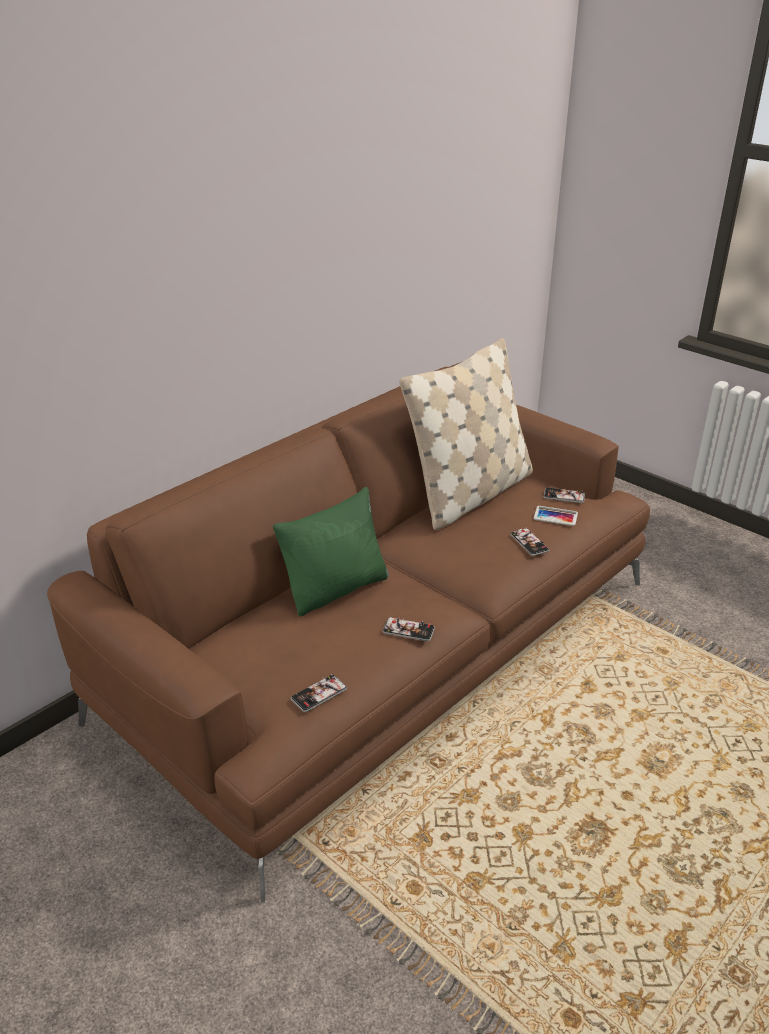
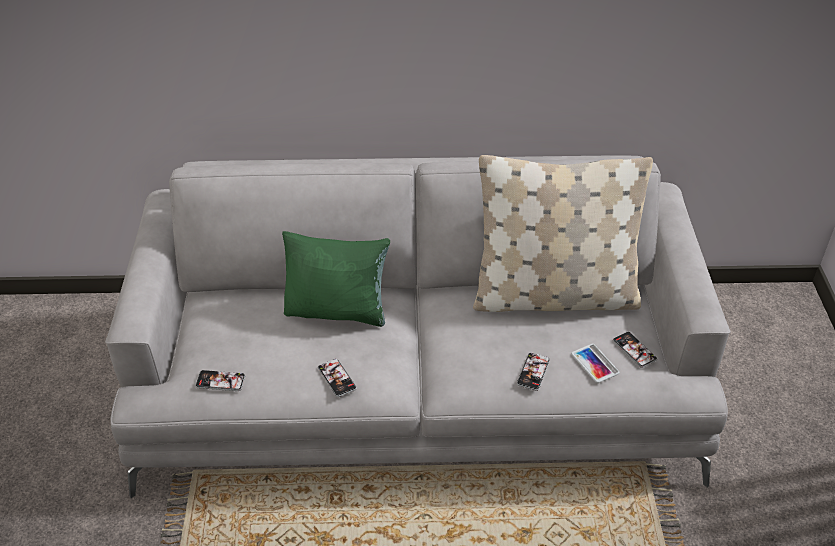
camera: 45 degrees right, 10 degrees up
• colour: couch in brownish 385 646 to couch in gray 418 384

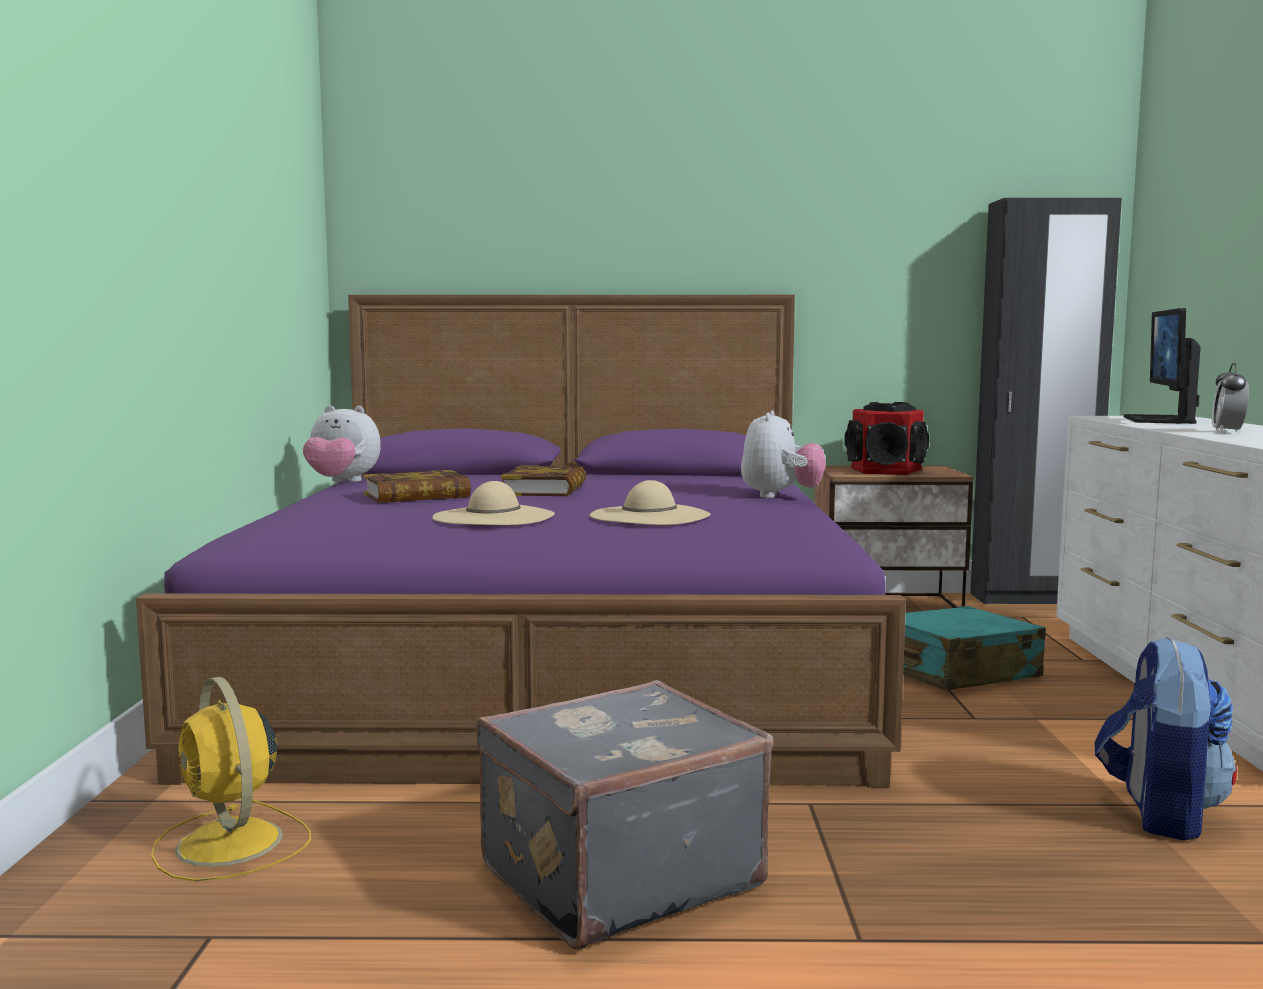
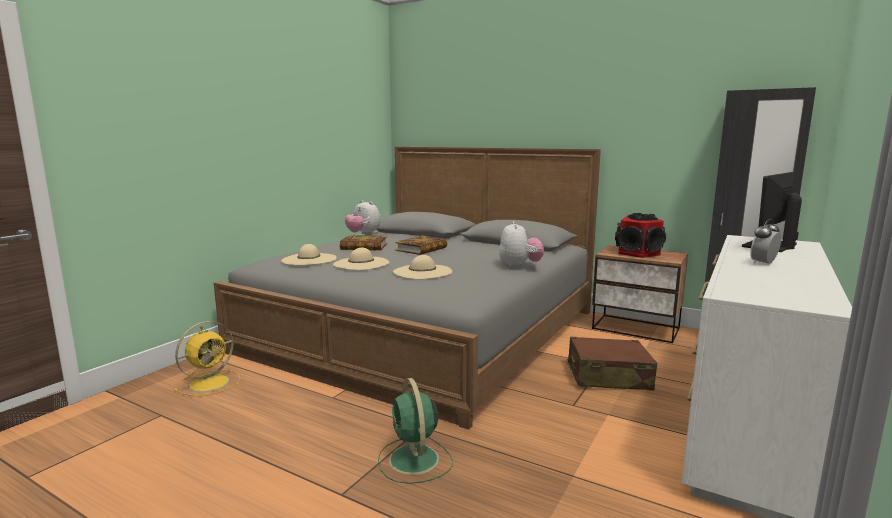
camera: 30 degrees right, 5 degrees up
• colour: bed in purple 555 663 to bed in gray 424 330
• spun: fan in yellow 231 844 = 211 382 135 degrees counterclockwise
• missing: suitcase in gray 616 874
• spun: plush toy 780 496 = 519 266 45 degrees counterclockwise
• colour: suitcase in blue-green 955 672 to suitcase in brownish 608 376
• missing: knapsack 1159 812
• appeared: hat in sand-coloured 309 259
• appeared: fan in greenish 414 461

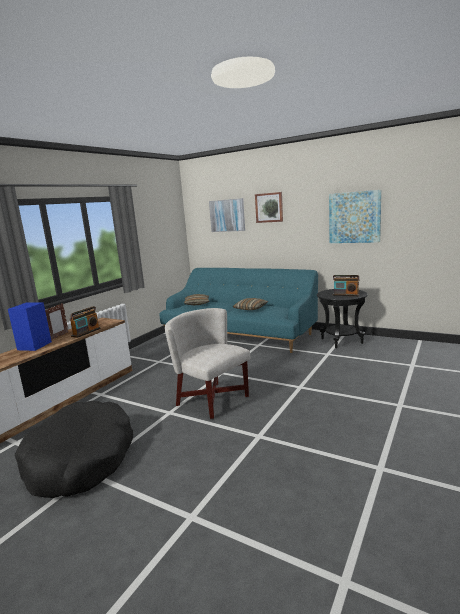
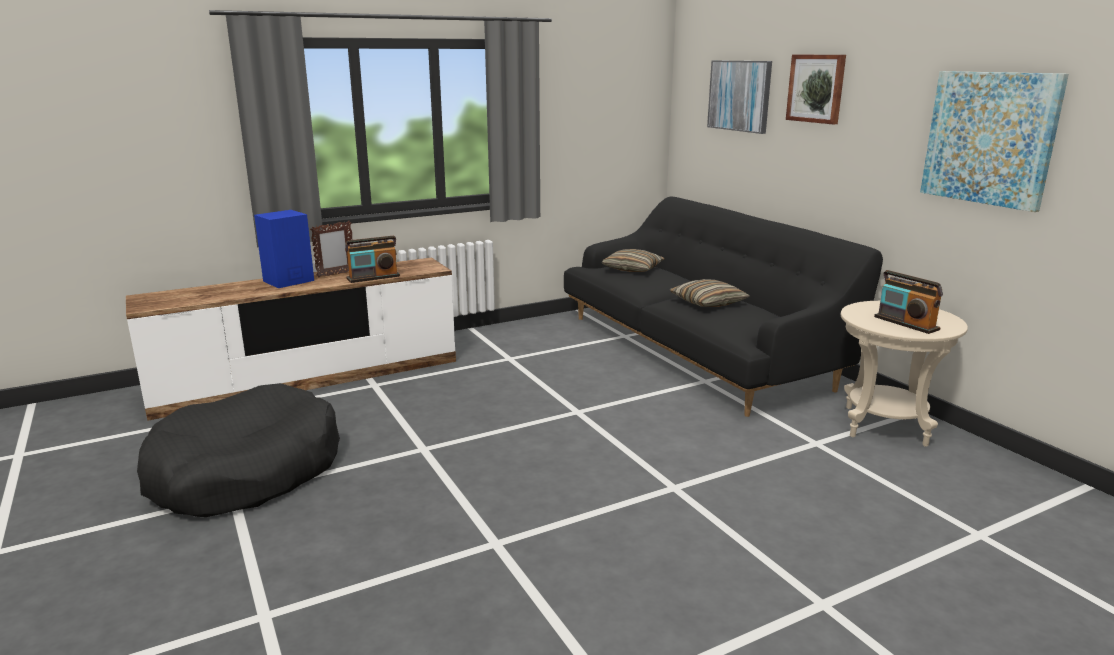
camera: 30 degrees right, 5 degrees up
• colour: couch in blue-green 239 334 to couch in black-coloured 696 350
• missing: armchair in white-coloured 212 399
• colour: accent table in black-coloured 341 341 to accent table in sand-coloured 885 426

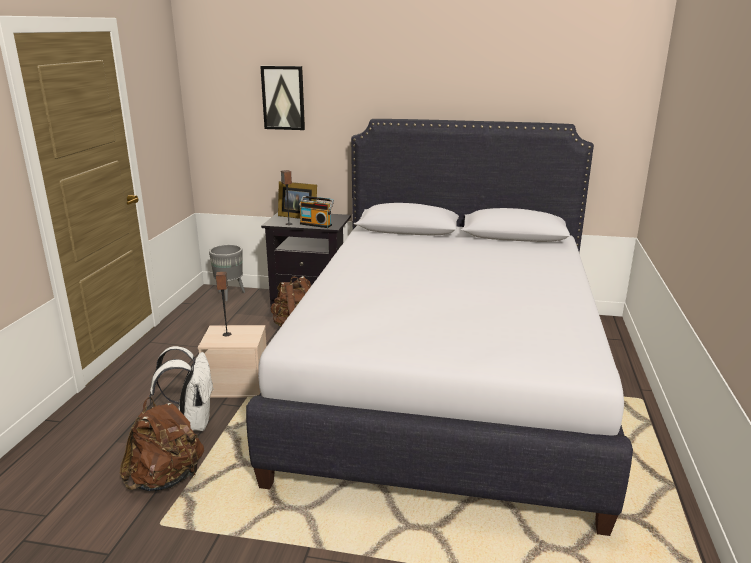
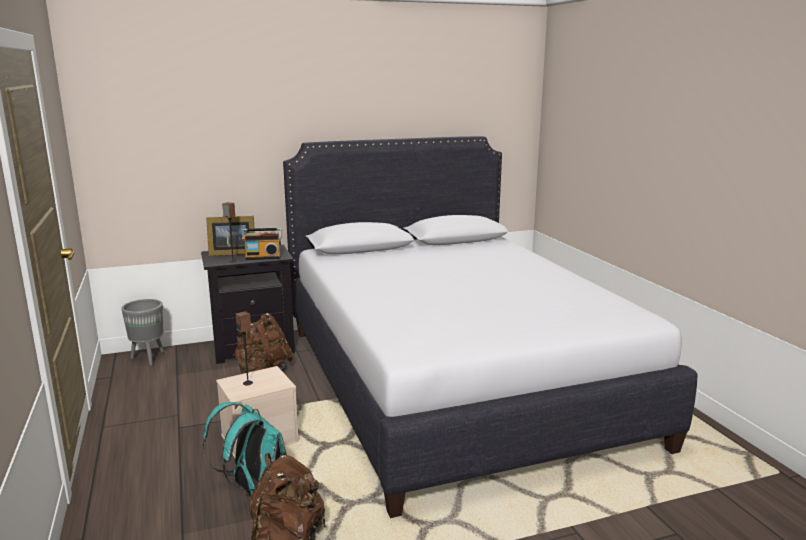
camera: 30 degrees left, 5 degrees down
• colour: knapsack in white-coloured 192 423 to knapsack in blue-green 252 488
• missing: wall art 283 98

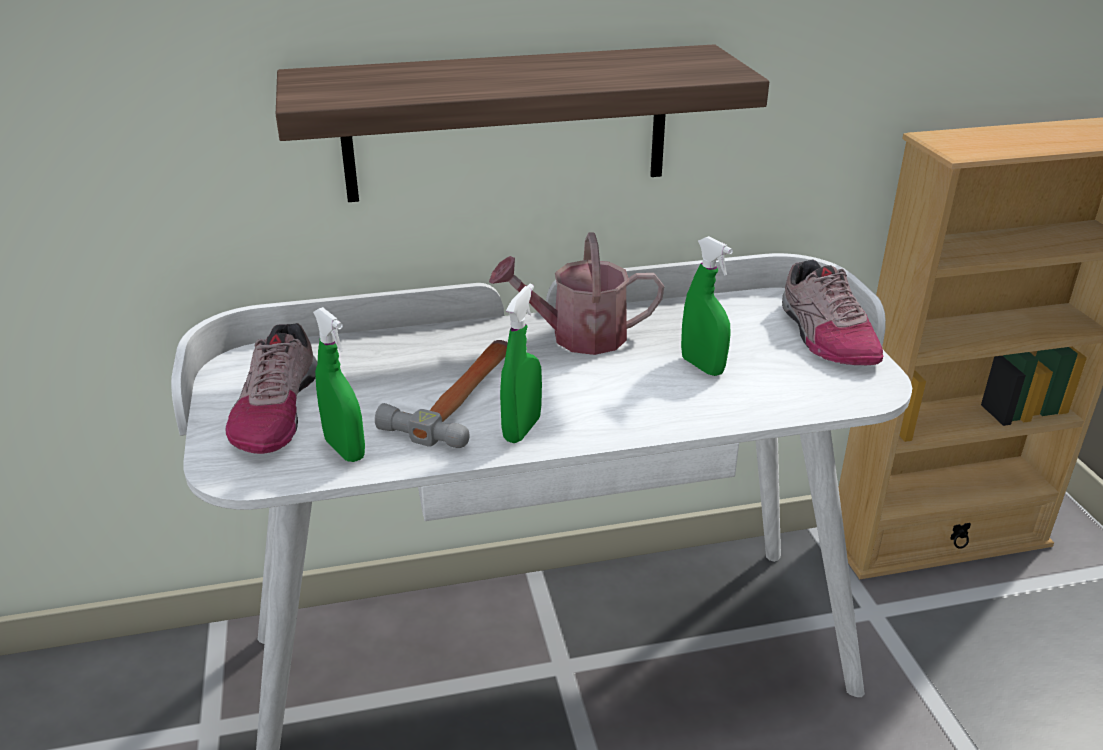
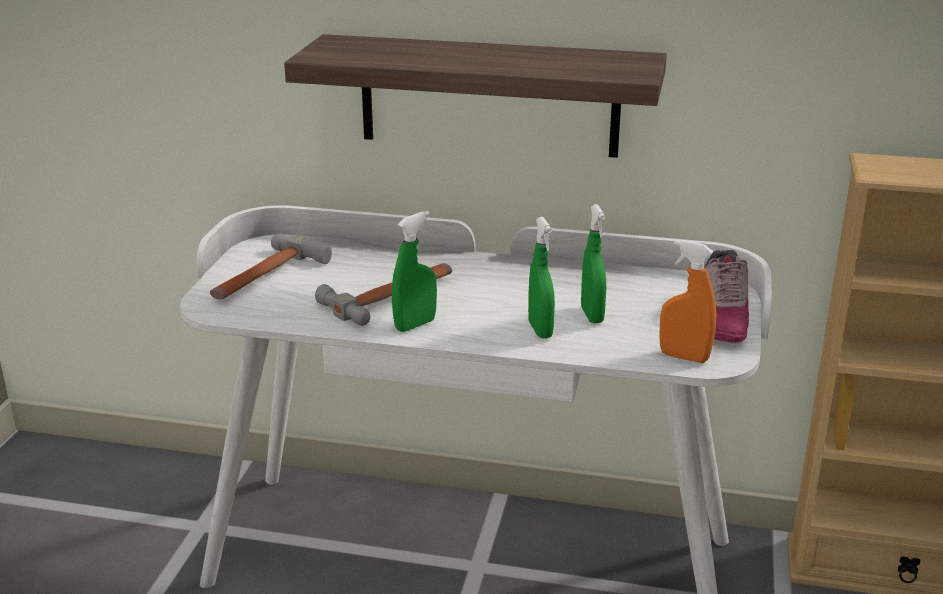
camera: 25 degrees right, 5 degrees down
• exchanged: shoe 276 410 to hammer 264 277
• relocated: sprayer in greenish 345 449 to 540 330
• missing: watering pot 577 336
• appeared: sprayer in orangey 684 357

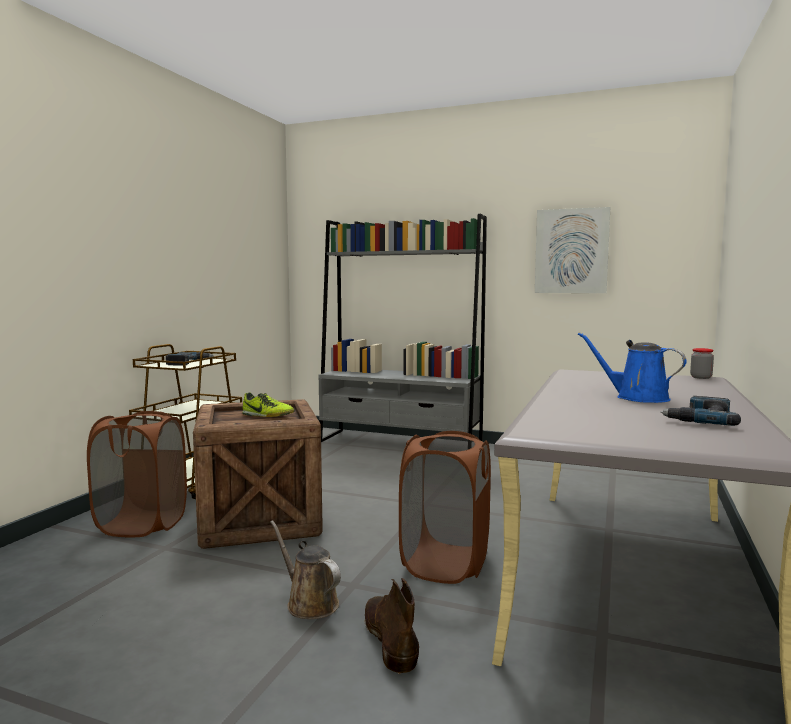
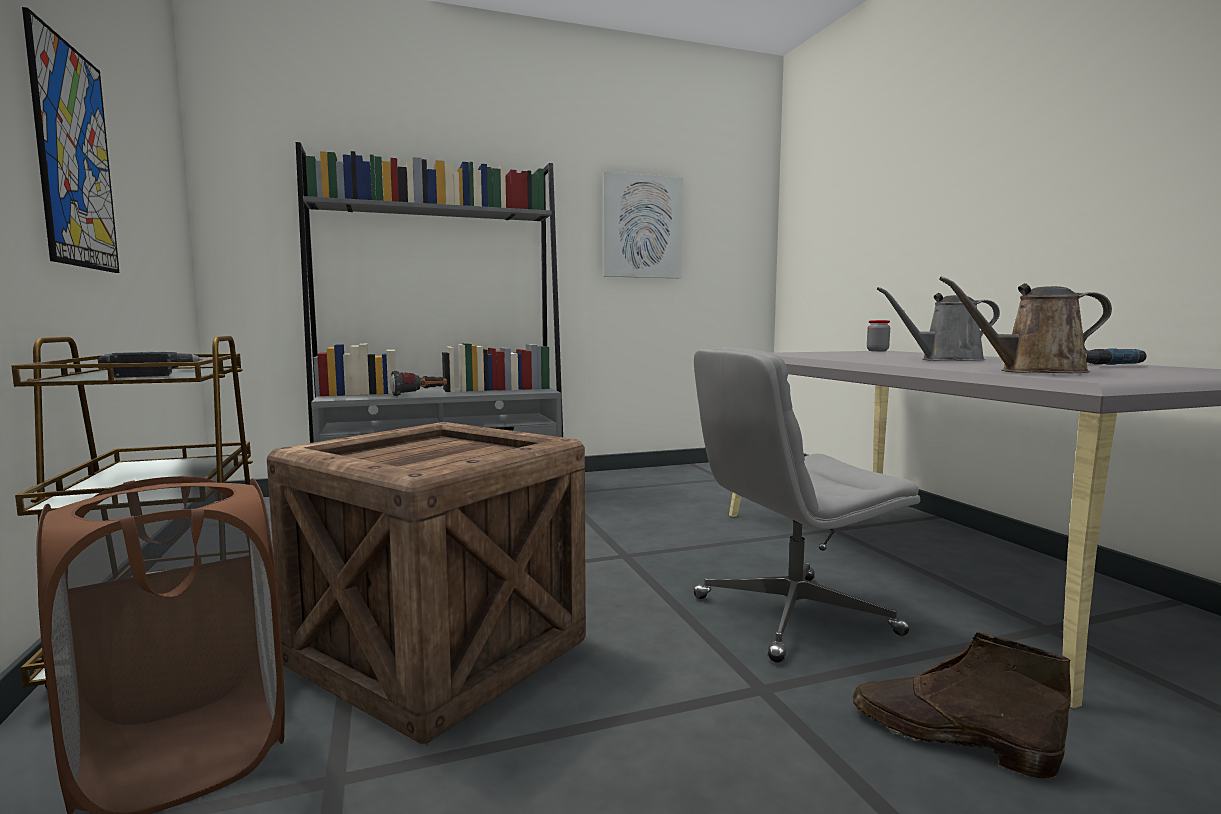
camera: 40 degrees left, 0 degrees up
• missing: shoe 267 416
• relocated: watering pot in brownish 309 603 to 1034 371
• exchanged: hamper in brownish 445 564 to desk chair in gray 792 616
• colour: watering pot in blue 636 398 to watering pot in gray 946 360
• appeared: wall art 74 157
• appeared: torch 419 395

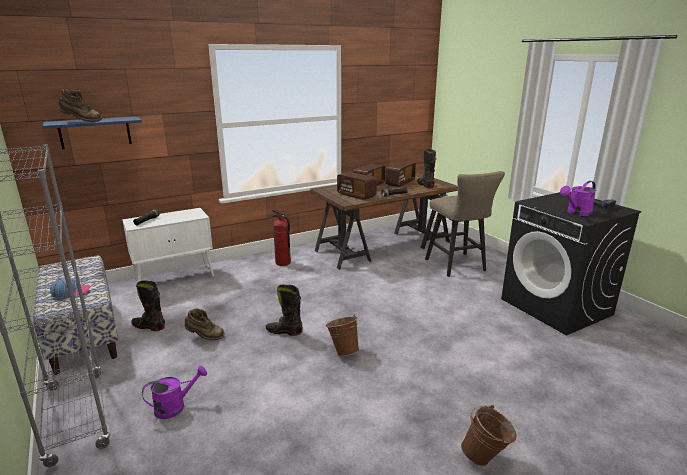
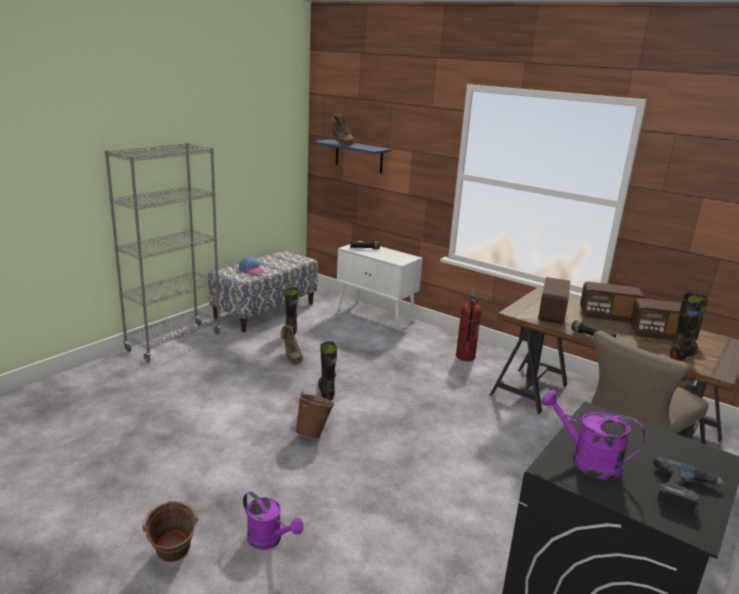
camera: 65 degrees right, 0 degrees up
• relocated: watering pot in purple 175 406 to 269 540

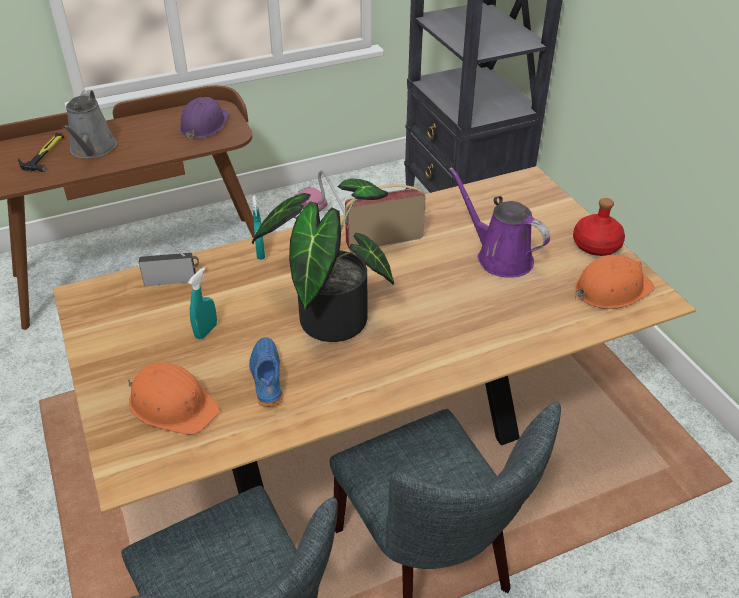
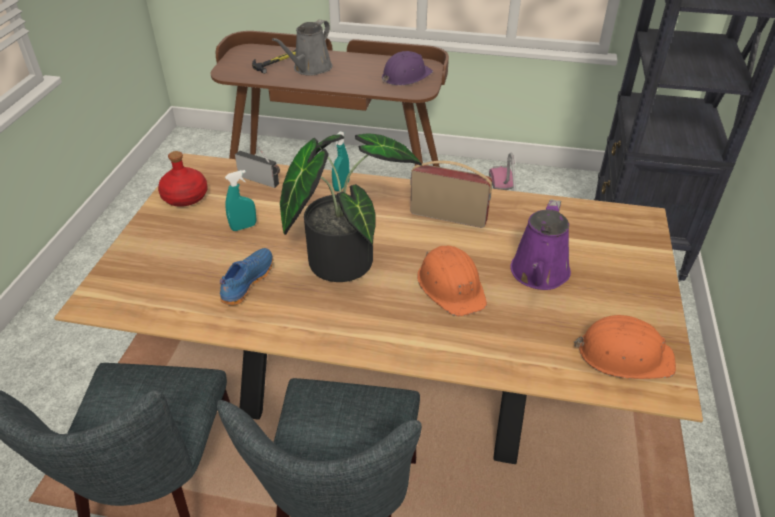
camera: 35 degrees right, 0 degrees up
• relocated: work helmet in orangey 173 404 to 451 286
• spun: watering pot in purple 499 257 = 539 274 150 degrees counterclockwise
• relocated: bottle in red 595 245 to 185 196

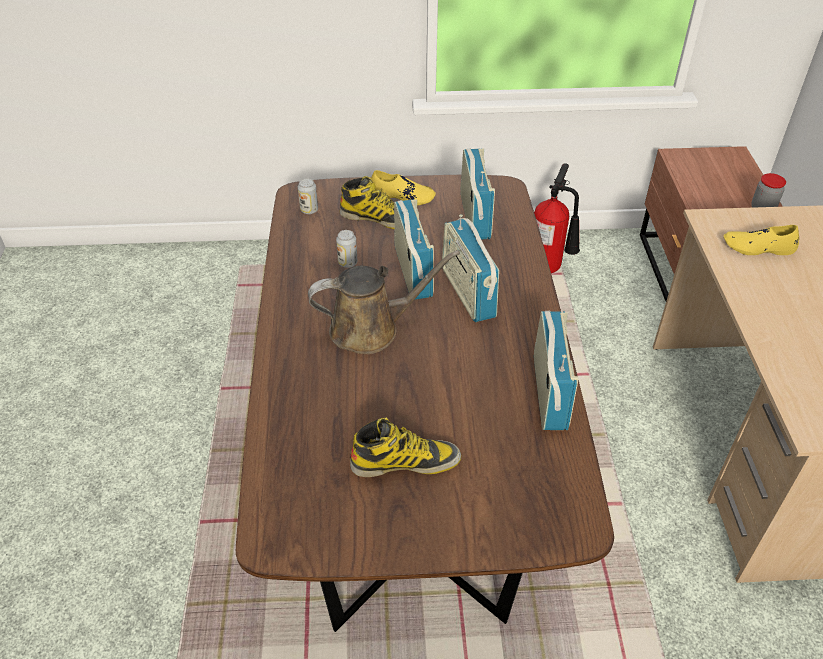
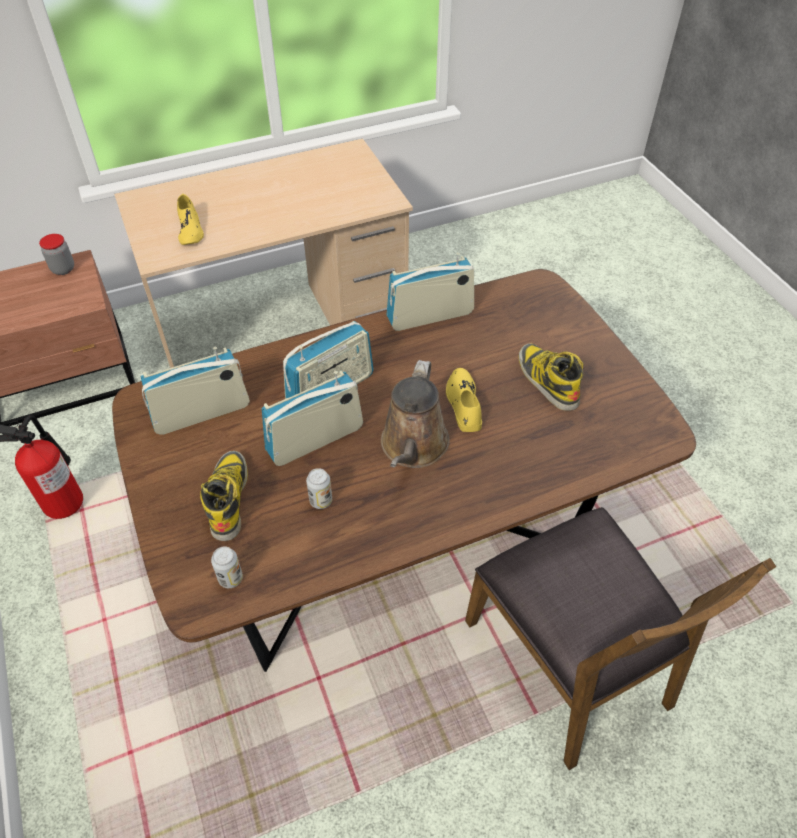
camera: 110 degrees left, 5 degrees up
• spun: watering pot in brownish 371 329 = 413 447 135 degrees counterclockwise
• relocated: shoe in yellow 402 196 to 463 404
• appeared: plain chair in brownish 570 662

